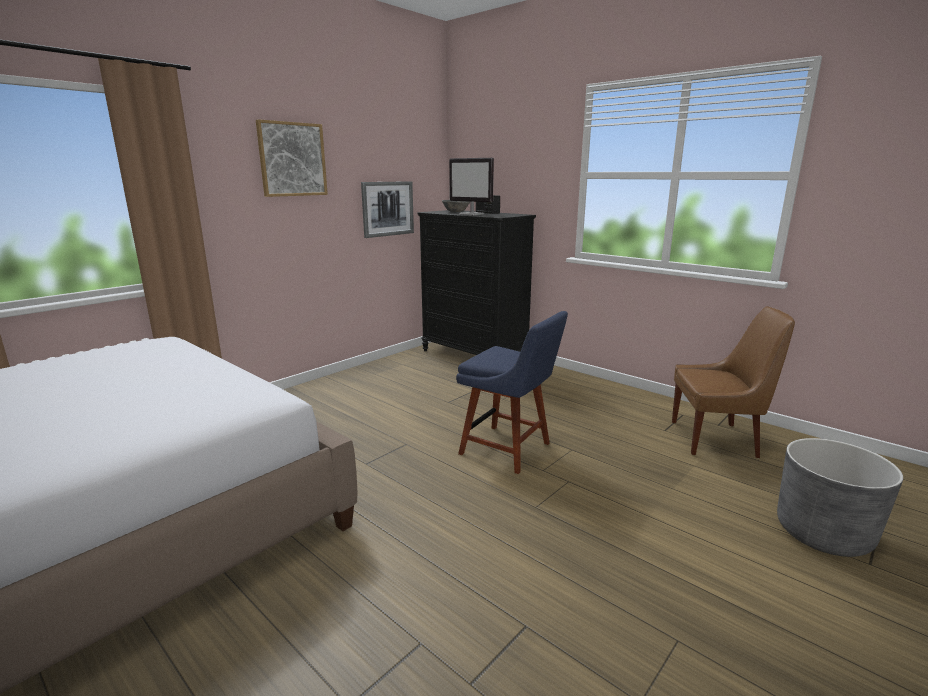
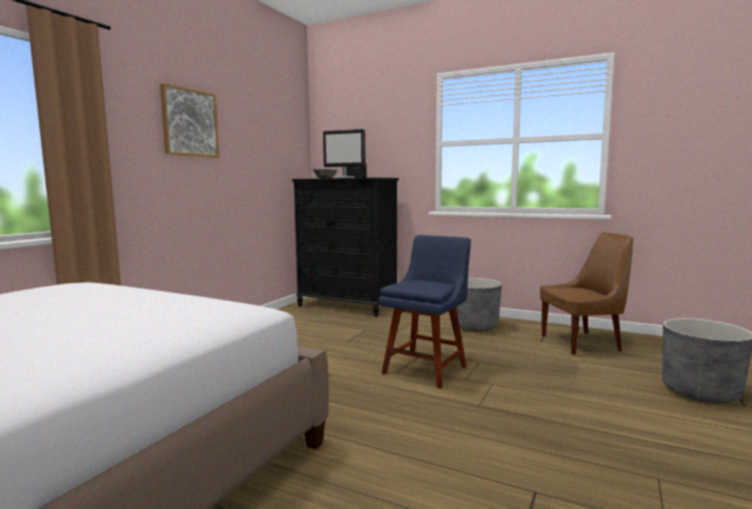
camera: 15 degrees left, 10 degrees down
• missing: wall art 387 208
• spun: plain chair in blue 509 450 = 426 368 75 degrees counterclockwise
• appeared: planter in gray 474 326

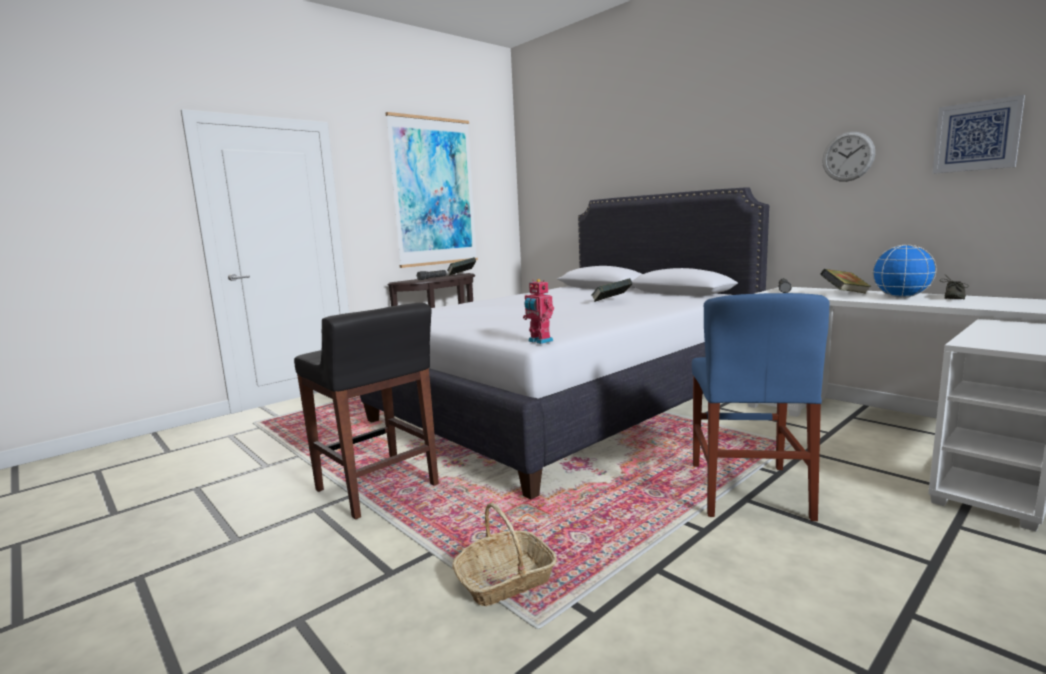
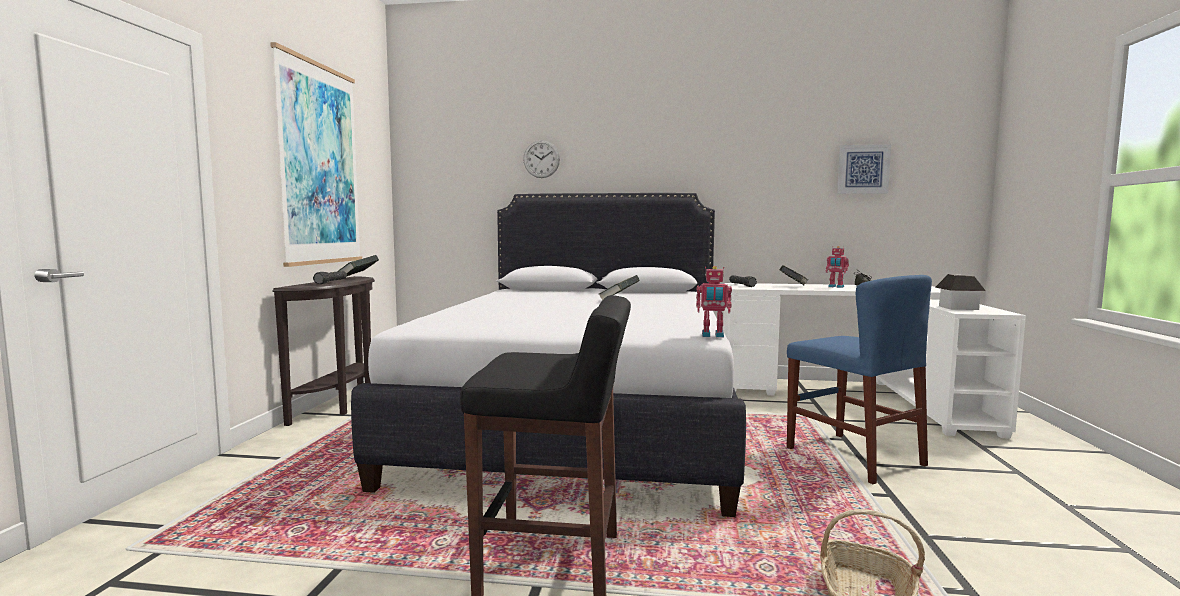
camera: 40 degrees left, 5 degrees down
• relocated: clock on the wall 848 156 to 541 159
• exchanged: desk globe 901 297 to toy robot 835 287
• appeared: miniature house 958 308

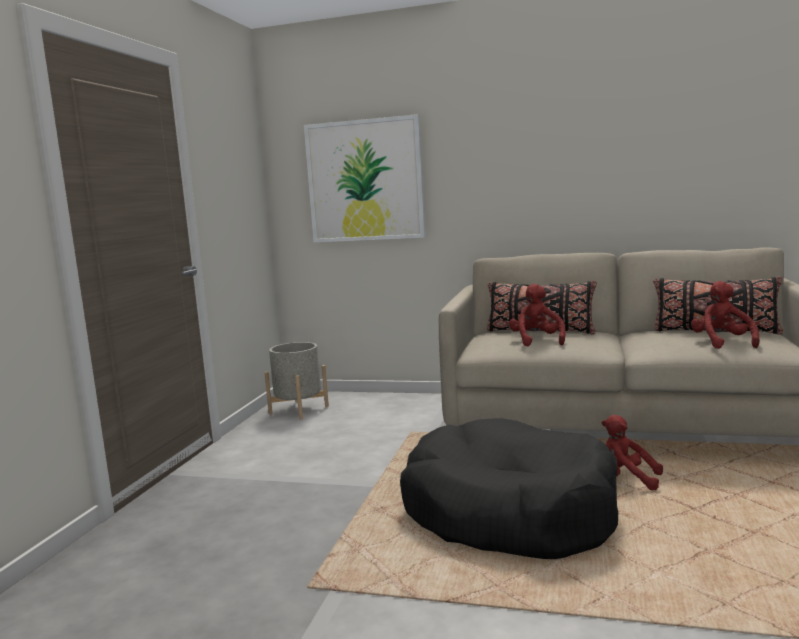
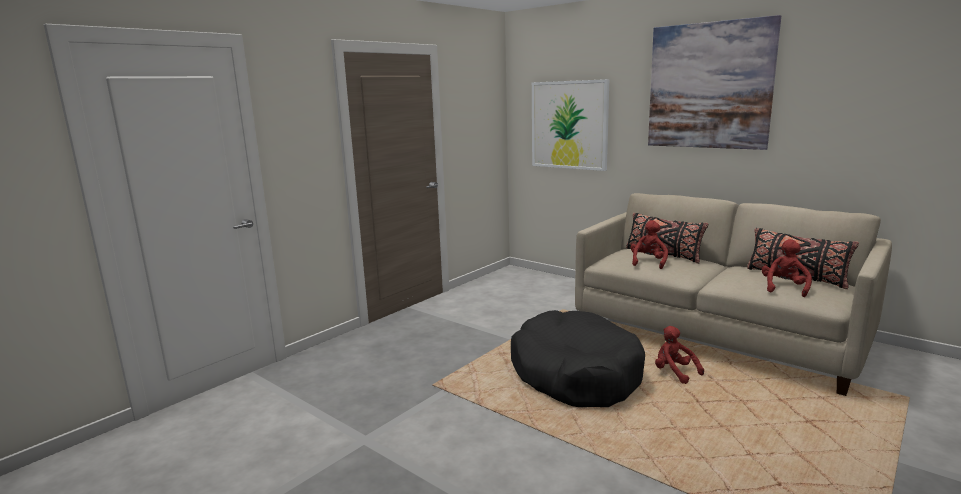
camera: 25 degrees right, 5 degrees up
• missing: planter in gray 299 410
• appeared: wall art 709 86

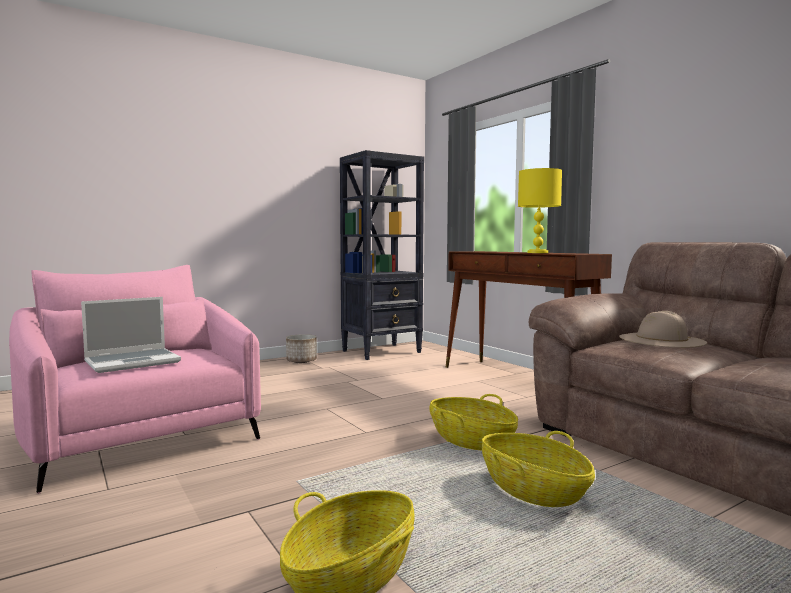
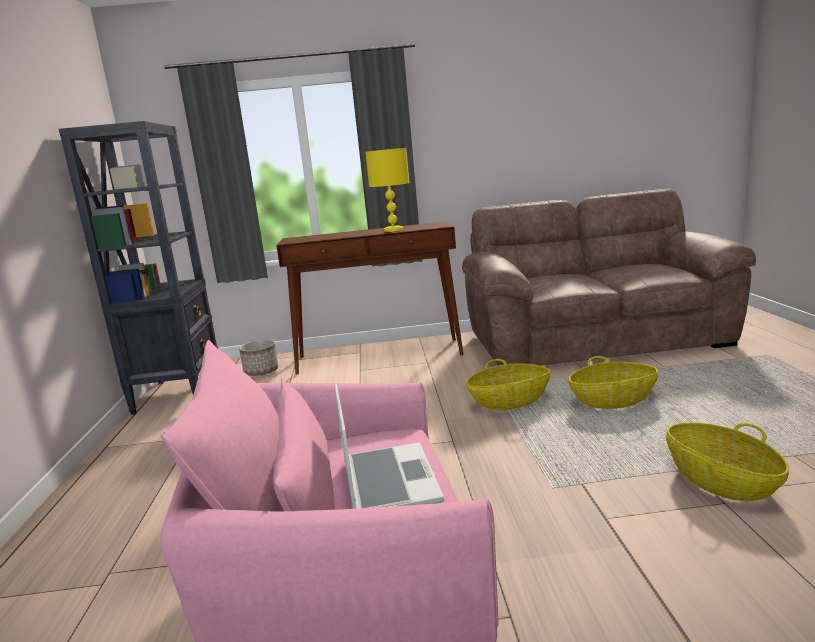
camera: 60 degrees left, 10 degrees up
• relocated: planter 301 361 to 261 371
• missing: hat in sand-coloured 661 340

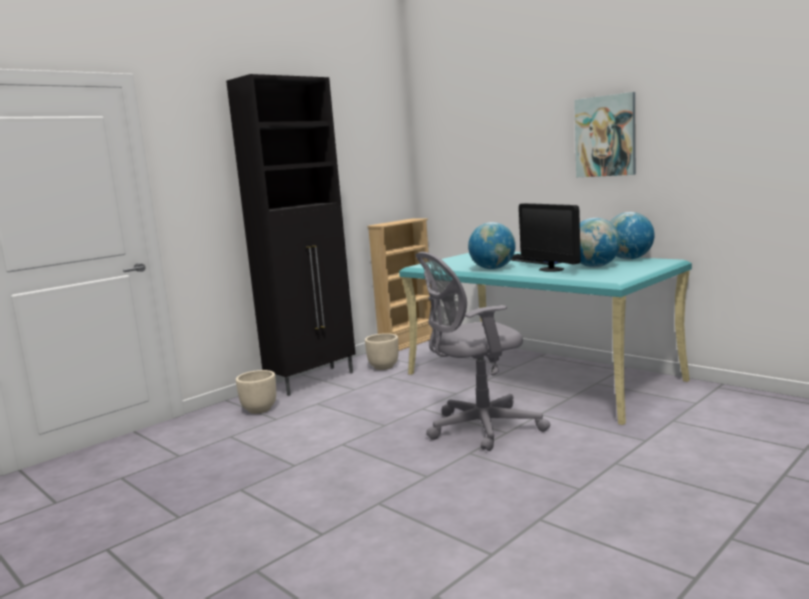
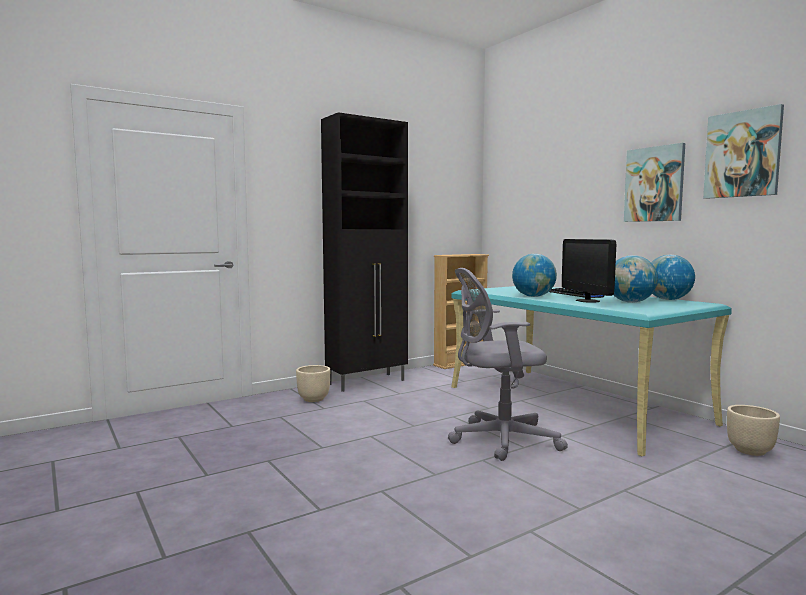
camera: 10 degrees right, 5 degrees down
• relocated: planter in sand-coloured 383 367 to 749 451
• appeared: wall art 742 154

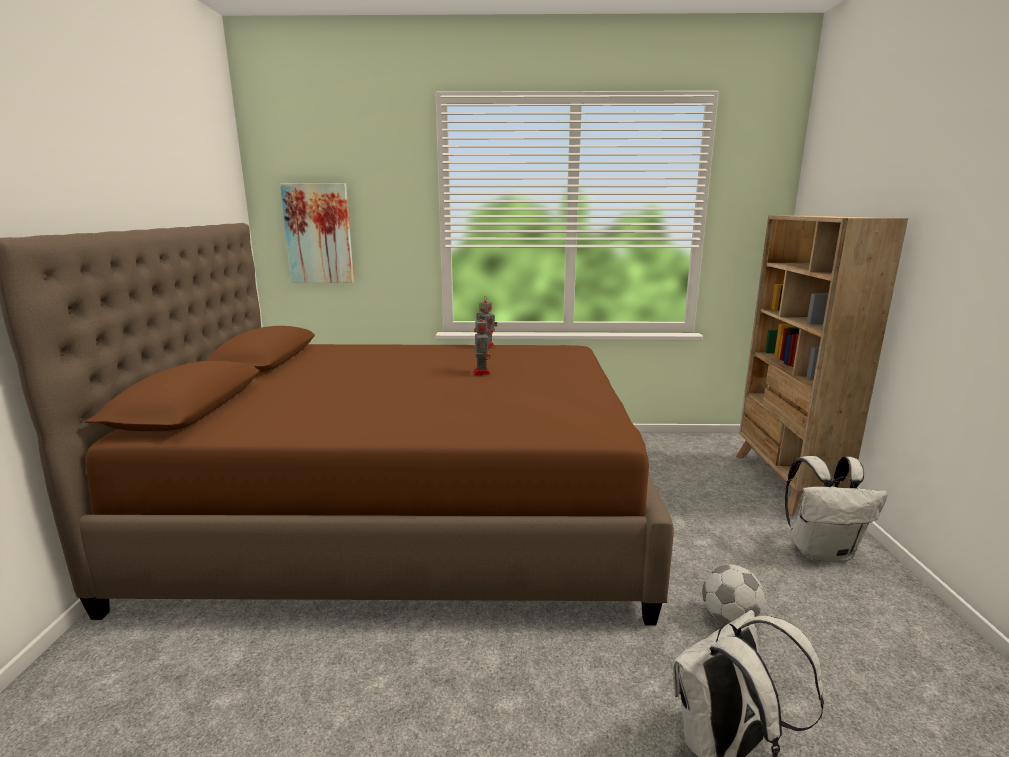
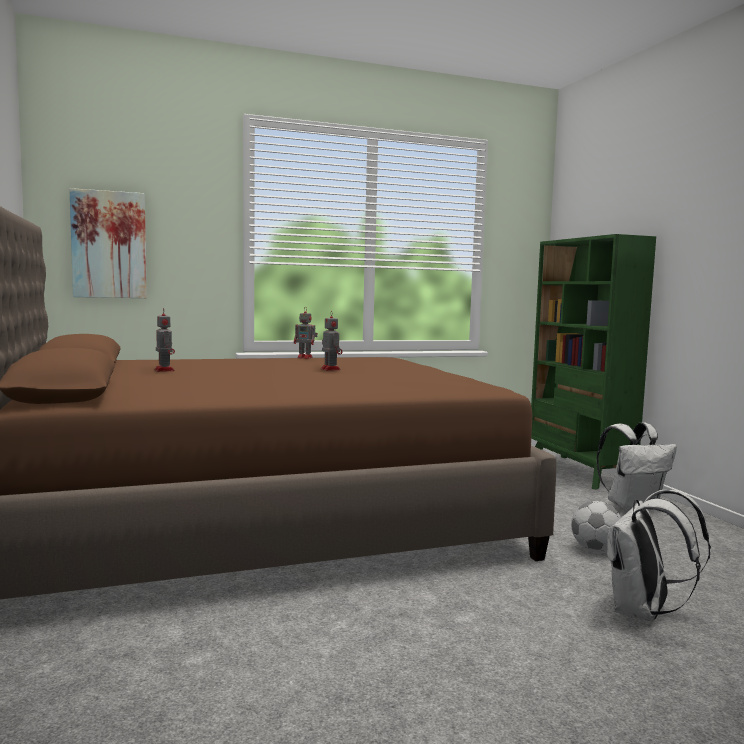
camera: 20 degrees left, 10 degrees down
• colour: shelving unit in sand-coloured 784 483 to shelving unit in greenish 578 472
• appeared: toy robot 164 370

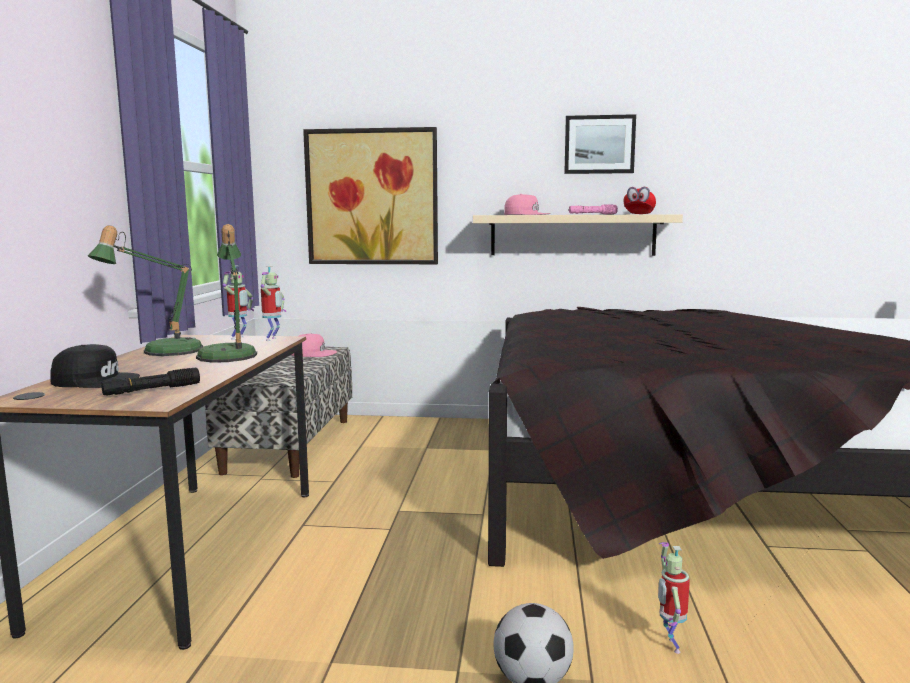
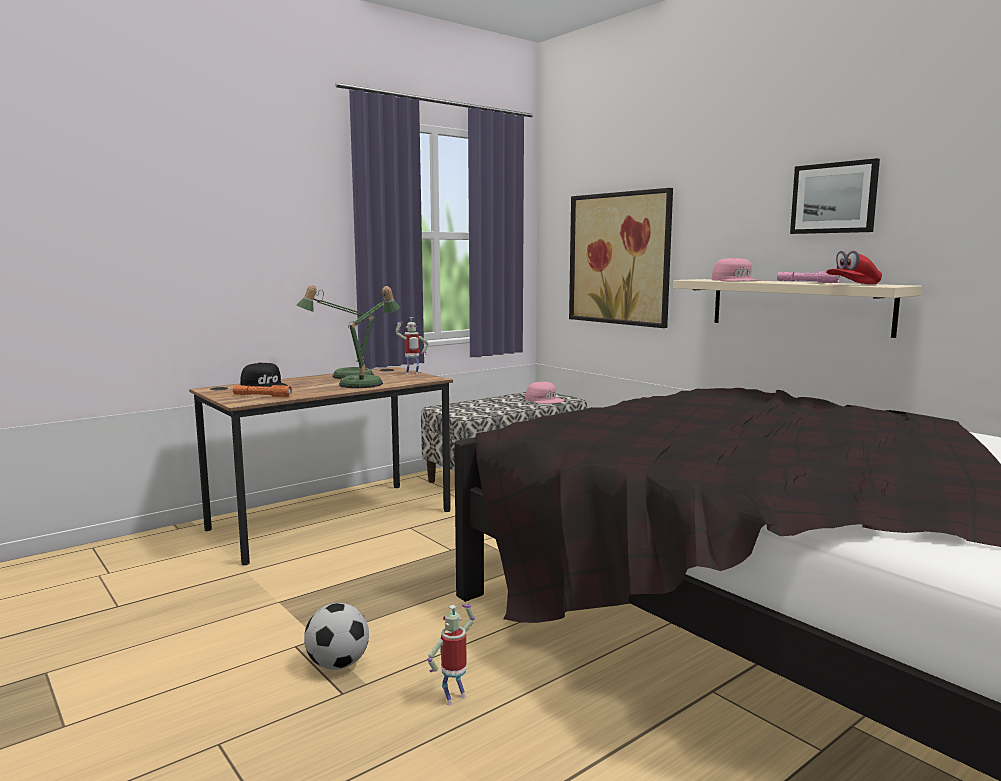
camera: 45 degrees right, 0 degrees up
• colour: torch in black-coloured 152 390 to torch in orangey 262 396
• missing: toy robot 273 339

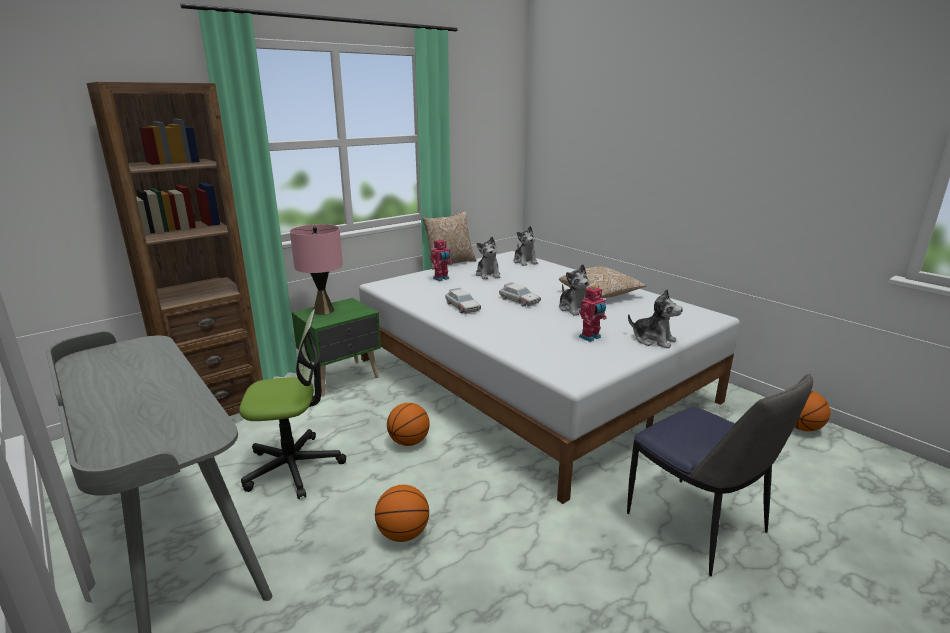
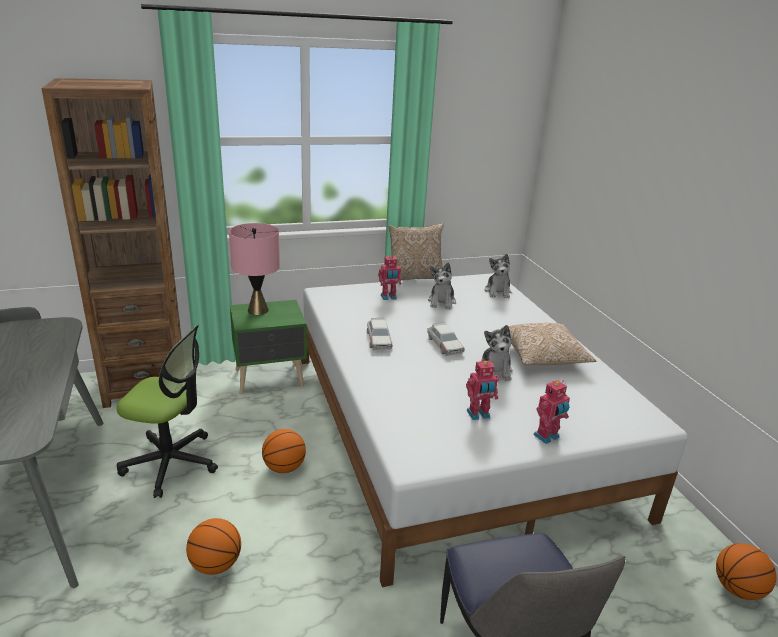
camera: 20 degrees right, 5 degrees up
• exchanged: plush toy 653 340 to toy robot 547 437

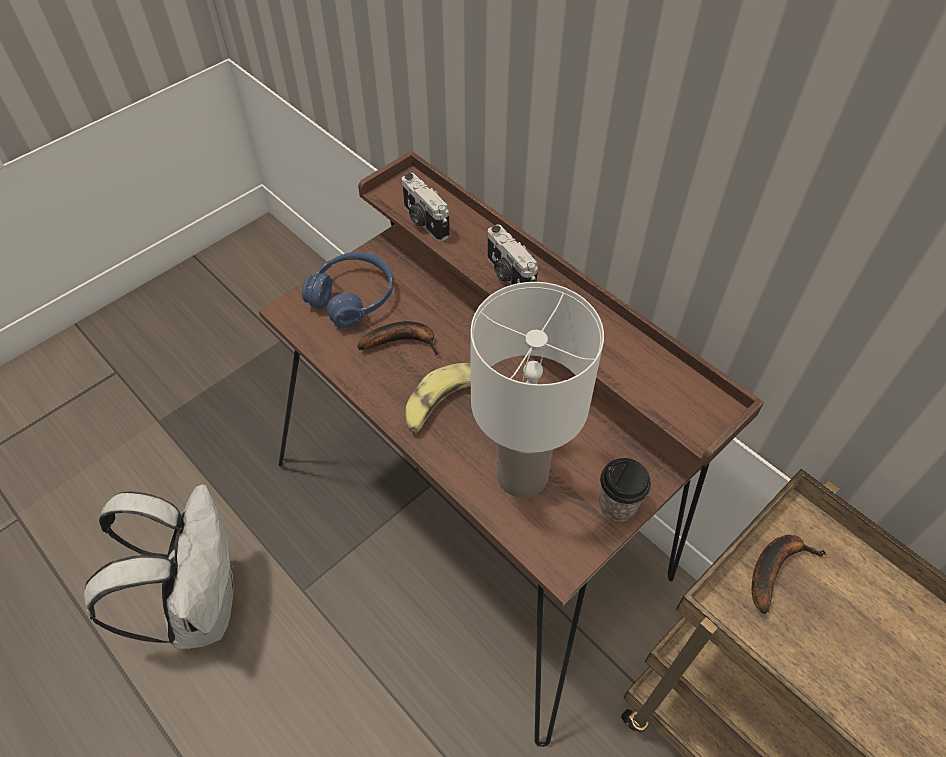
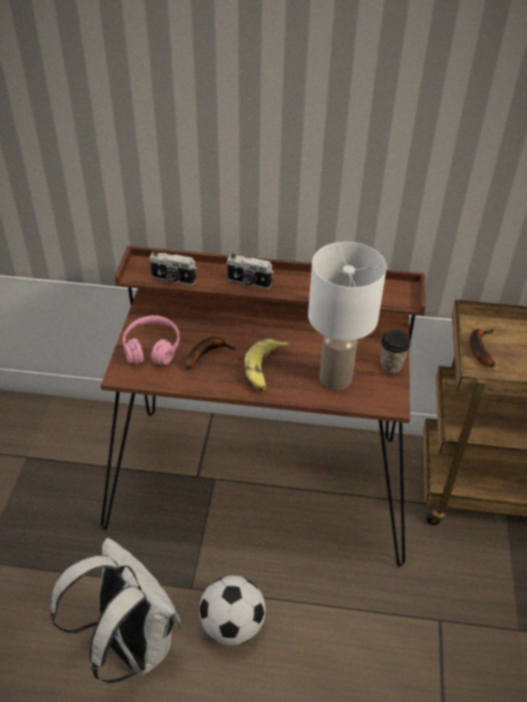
camera: 40 degrees left, 10 degrees down
• colour: pair of headphones in blue 352 297 to pair of headphones in pinkish 152 348
• appeared: football 232 625

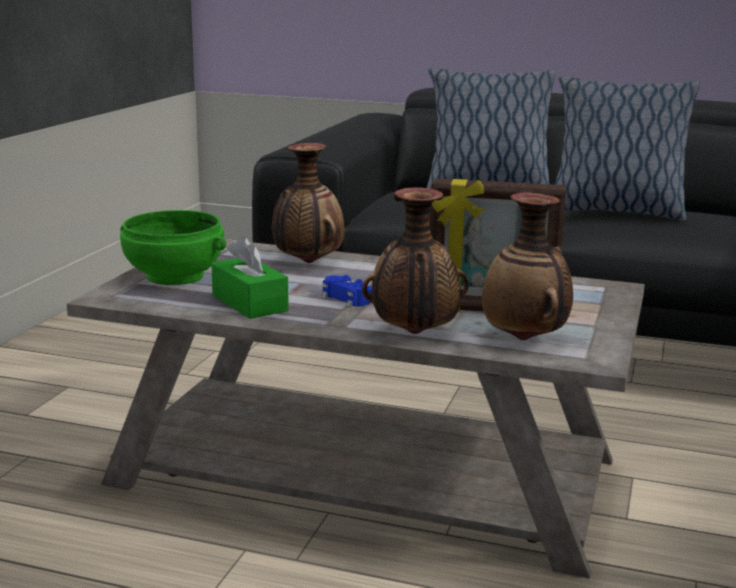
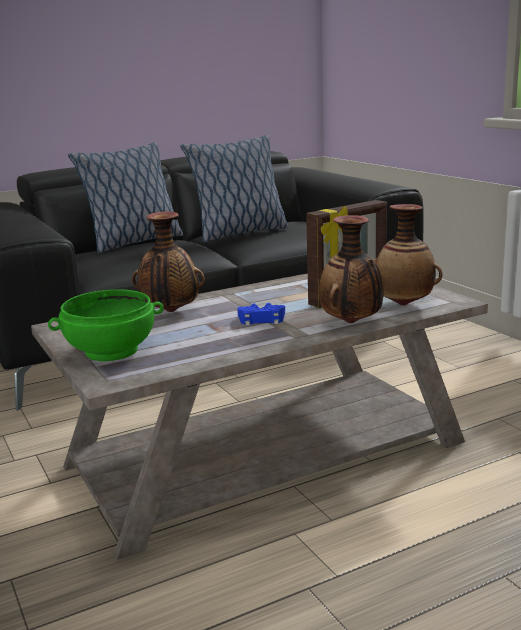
camera: 45 degrees left, 0 degrees up
• missing: tissue holder in greenish 249 303

